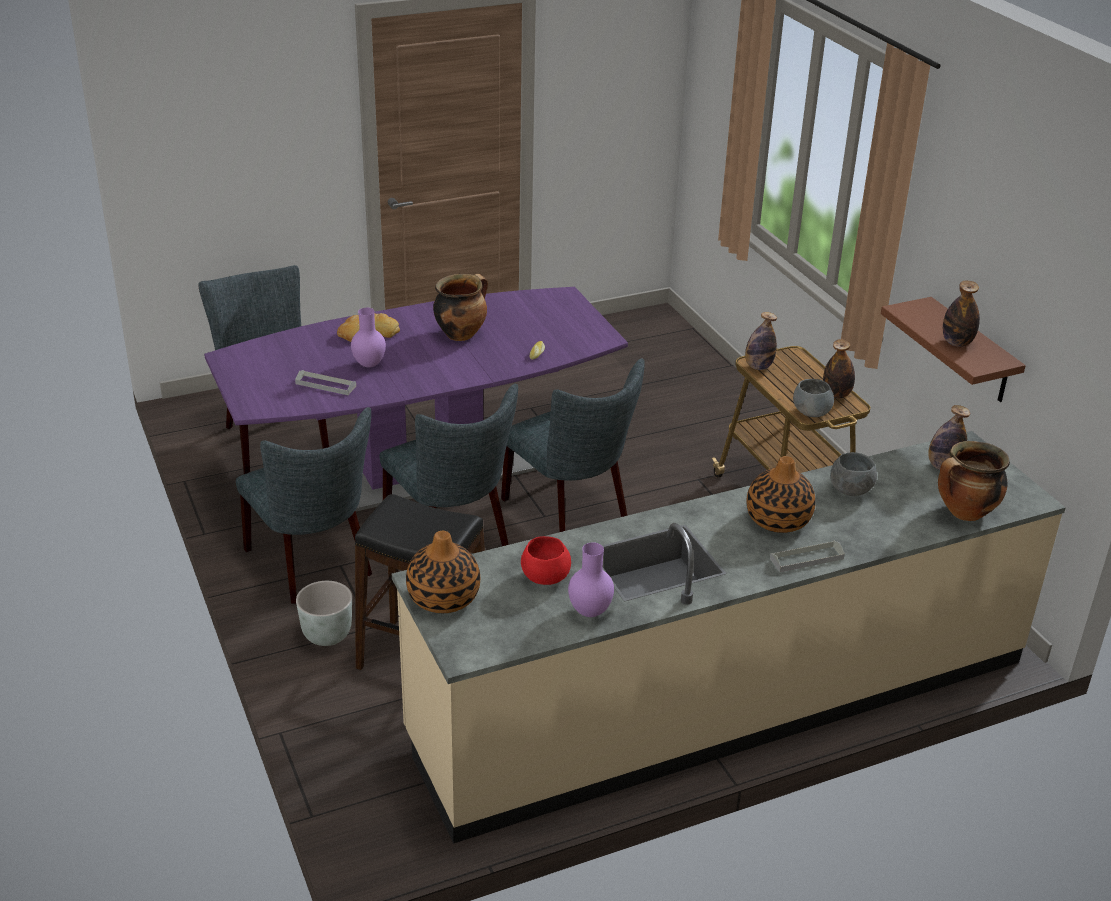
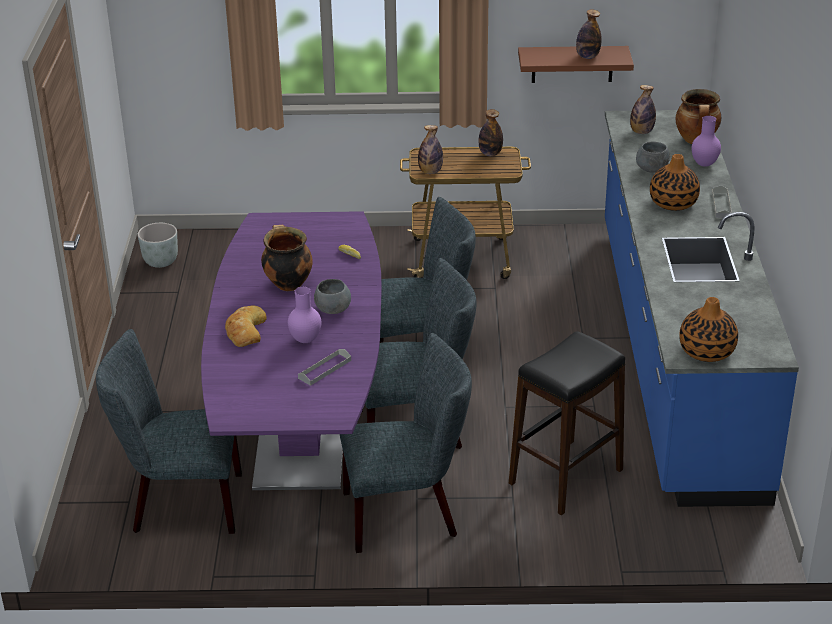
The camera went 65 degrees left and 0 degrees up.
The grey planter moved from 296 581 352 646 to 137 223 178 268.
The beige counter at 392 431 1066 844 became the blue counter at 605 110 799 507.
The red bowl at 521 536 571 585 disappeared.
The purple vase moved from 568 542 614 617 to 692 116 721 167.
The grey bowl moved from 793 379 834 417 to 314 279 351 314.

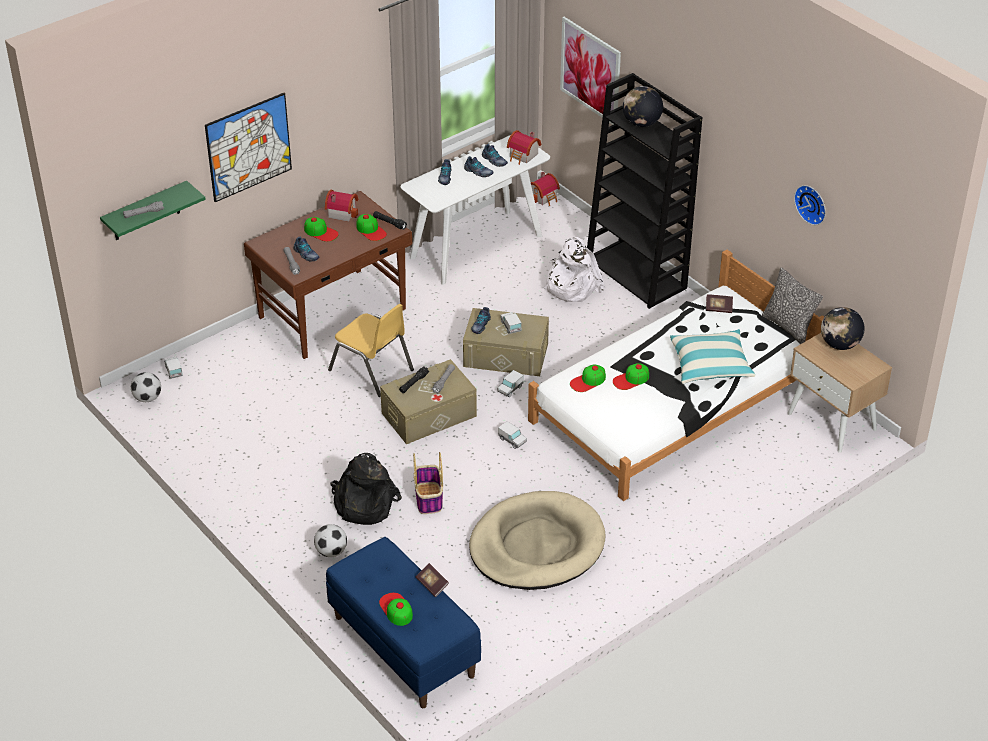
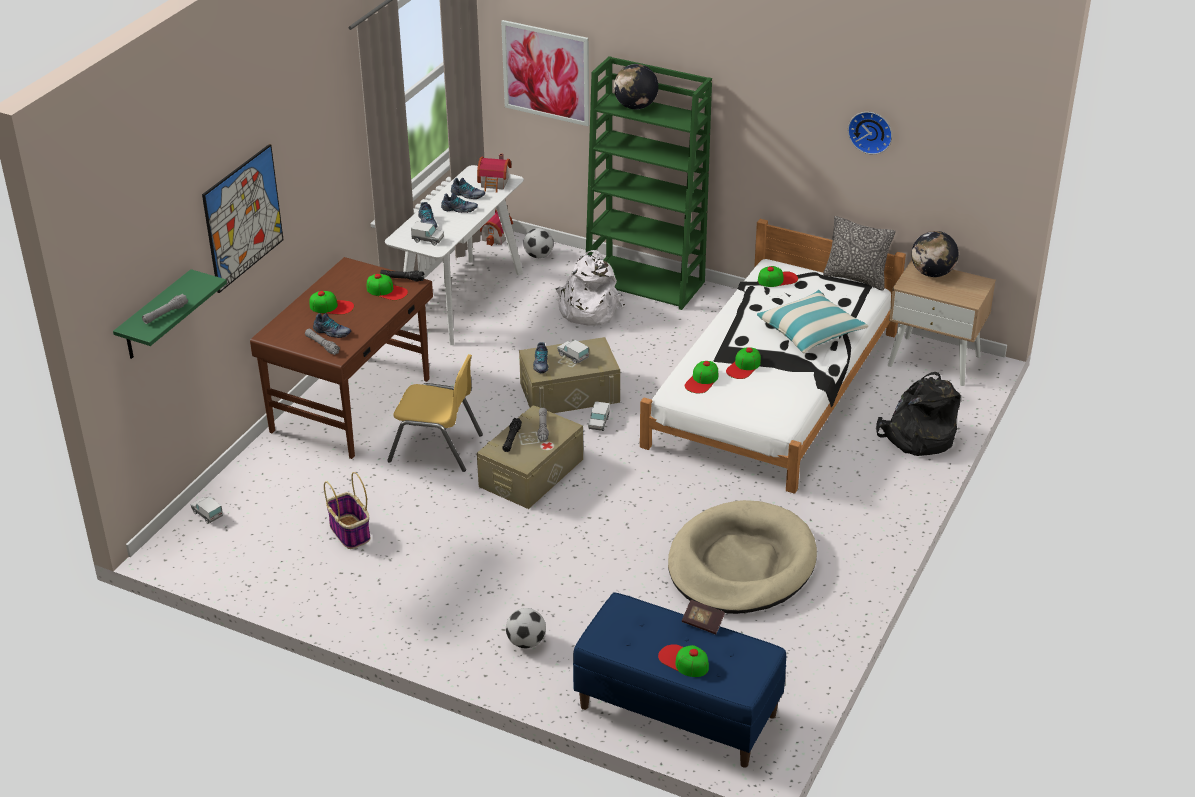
The camera went 25 degrees left and 5 degrees down.
The football moved from 131 372 161 402 to 523 228 554 258.
The toy house at 325 190 358 222 disappeared.
The black backpack moved from 330 453 402 525 to 876 372 961 456.
The basket moved from 413 452 443 514 to 324 472 371 549.
The toy truck moved from 498 421 527 449 to 411 222 444 245.
The black bookcase at 587 73 702 309 became the green bookcase at 586 56 712 310.
The book at 706 294 733 313 was replaced by the cap at 758 266 798 287.

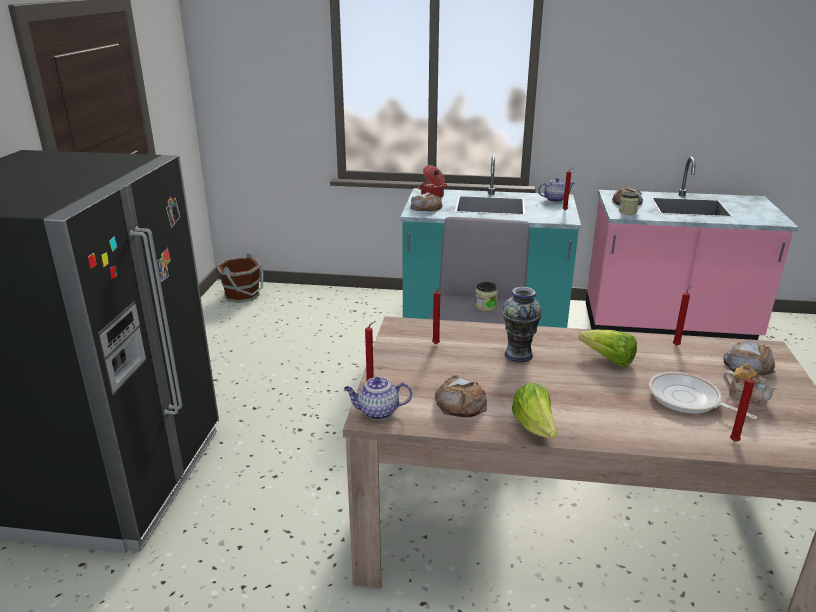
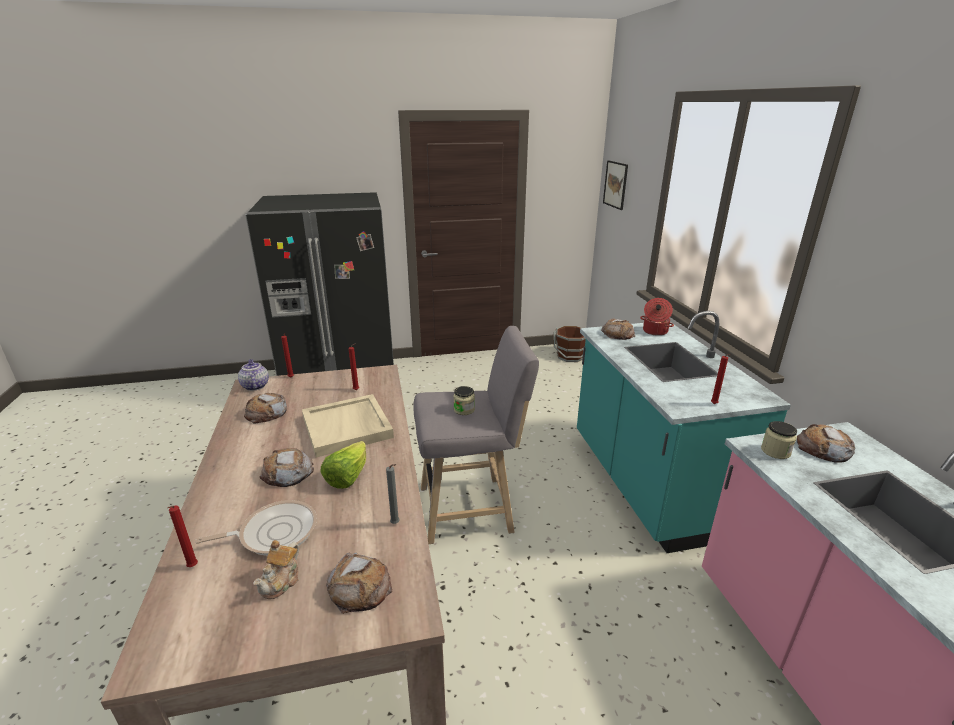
The camera went 70 degrees right and 0 degrees up.
The vase at 502 287 542 362 was replaced by the beige tray at 302 394 394 457.
The lettuce at 512 383 557 438 disappeared.
The teapot at 538 178 574 202 disappeared.
The frying pan at 649 372 757 420 turned 45 degrees clockwise.
The red candle at 673 286 692 346 became the grey candle at 386 464 400 524.
The bread at 260 448 314 487 appeared.
The picture at 603 160 628 210 appeared.

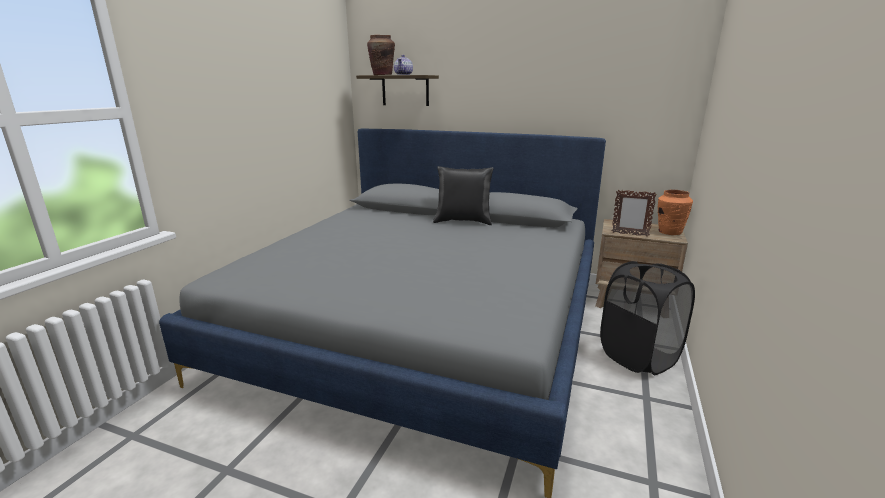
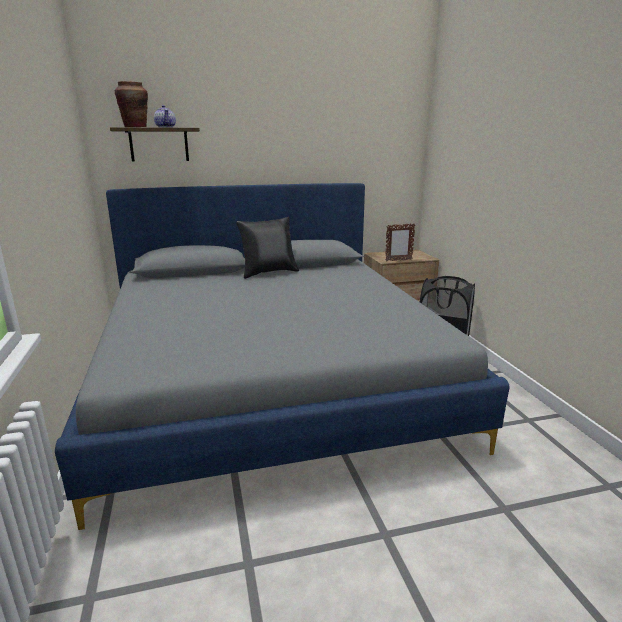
The camera went 35 degrees left and 0 degrees up.
The orange vase at 658 190 693 235 disappeared.

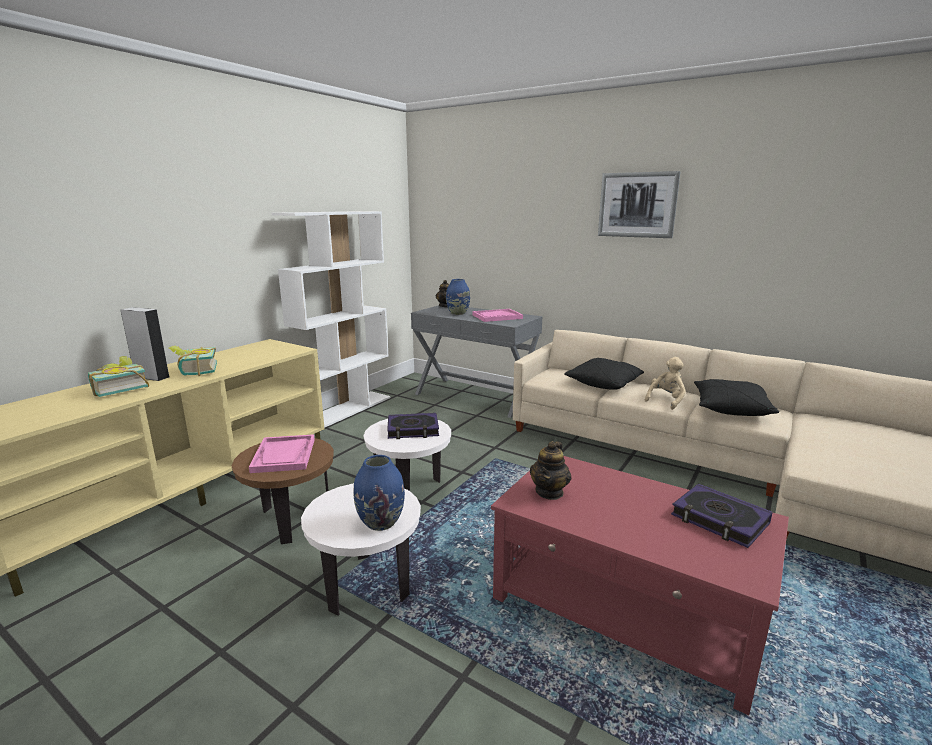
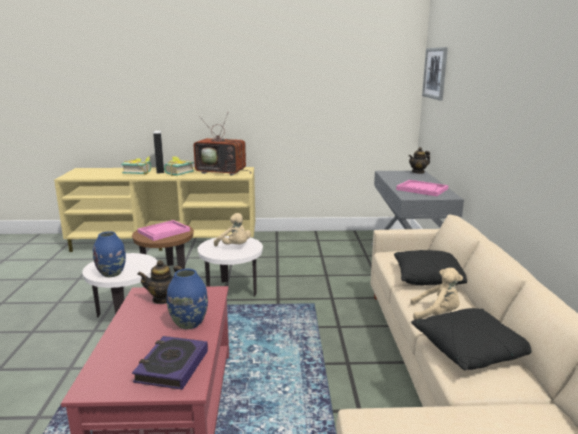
The camera went 55 degrees right and 0 degrees up.
The white bookcase at 272 211 391 428 disappeared.
The book at 387 413 439 439 was replaced by the beige plush toy at 214 213 251 247.
The blue vase moved from 446 279 470 315 to 167 269 208 329.
The picture moved from 598 171 681 238 to 422 47 448 101.
The television at 193 113 252 175 appeared.

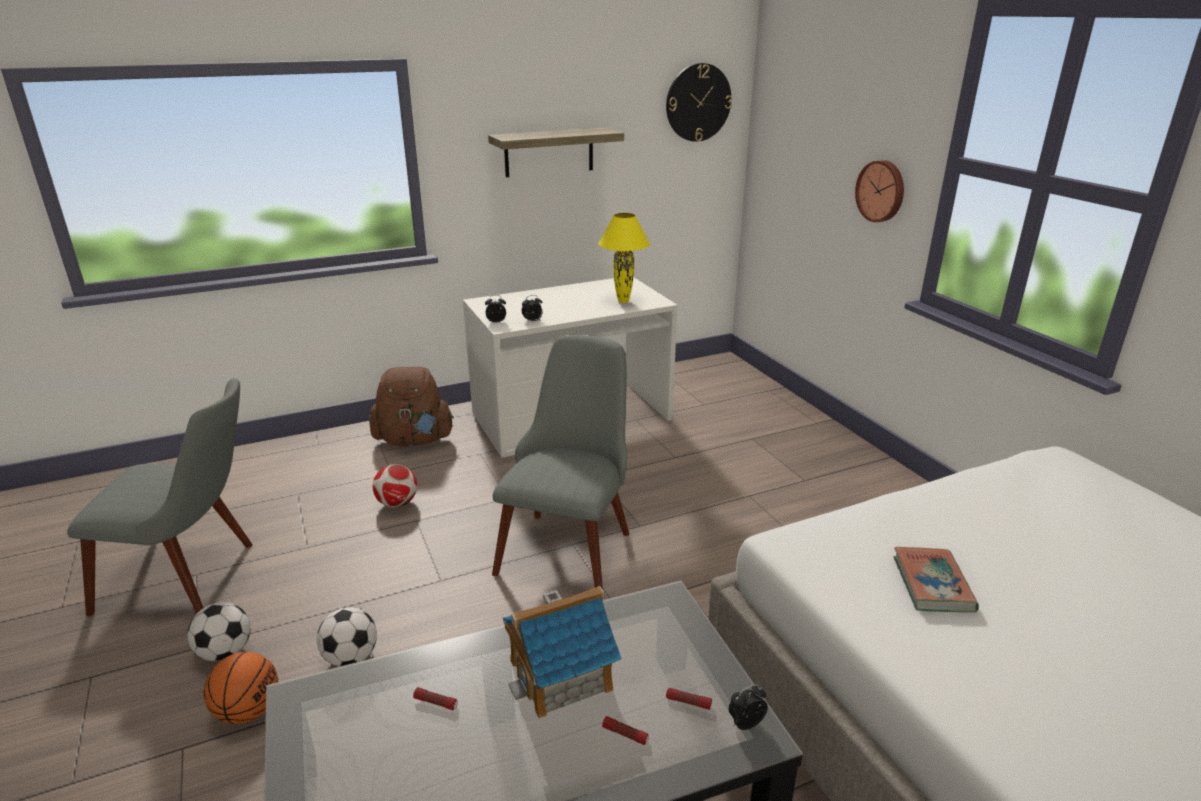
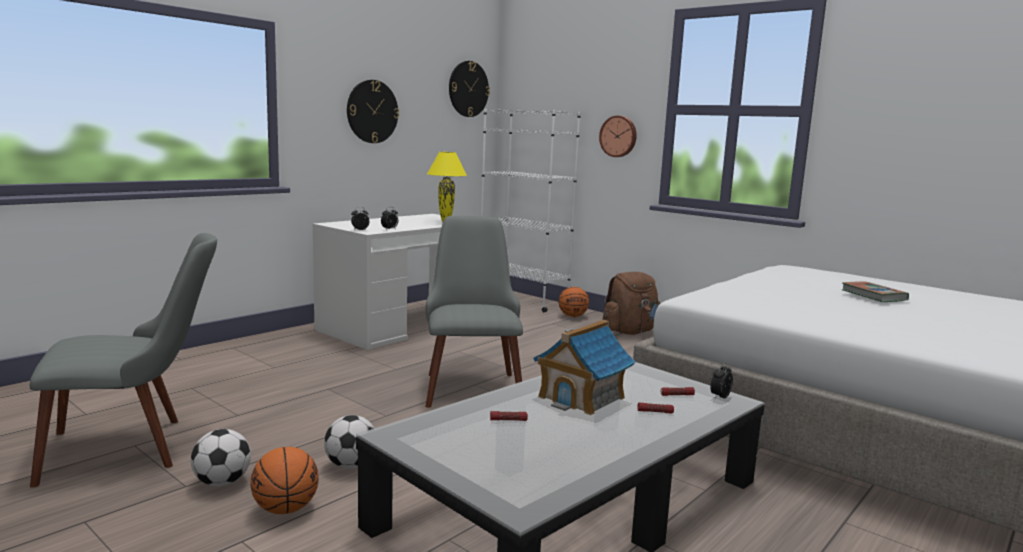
The camera went 25 degrees left and 15 degrees down.
The brown backpack moved from 369 367 454 446 to 602 272 660 335.
The football at 373 464 417 508 disappeared.
The shelf at 488 128 624 177 was replaced by the wall clock at 347 80 399 143.
The book moved from 893 547 979 612 to 842 282 909 302.
The white bookcase at 481 109 581 312 appeared.
The basketball at 559 287 589 317 appeared.

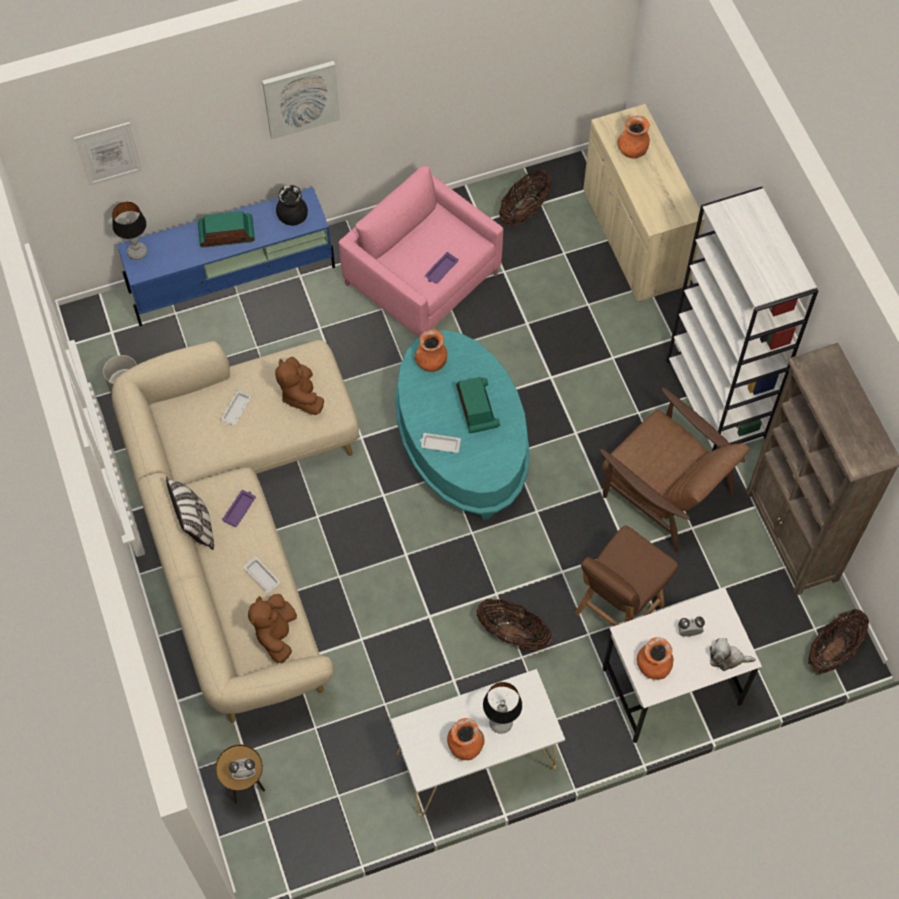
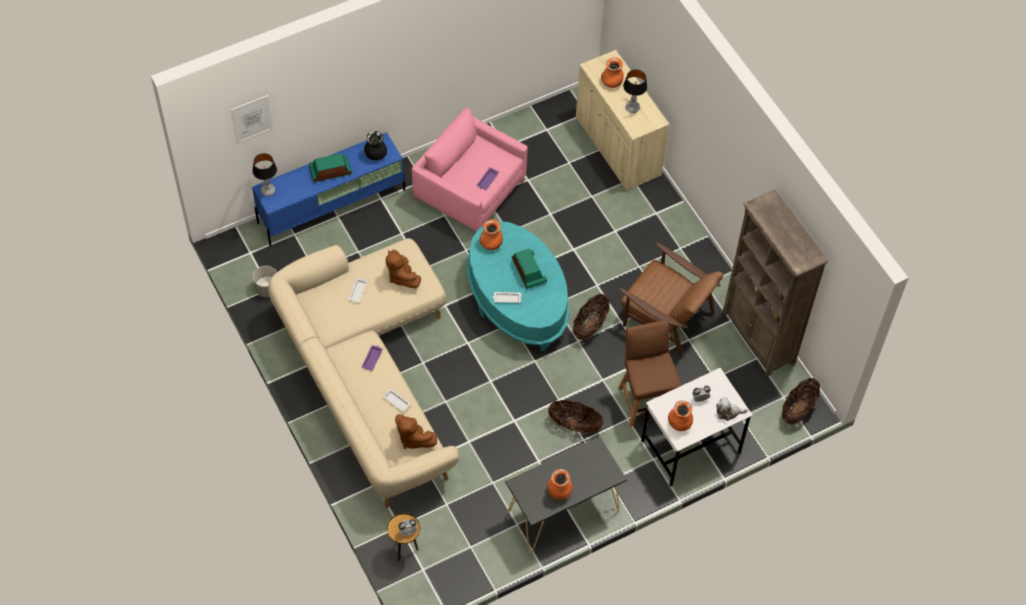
The camera went 10 degrees left and 5 degrees down.
The pillow at 166 476 214 550 disappeared.
The brown plush toy at 248 594 297 663 turned 45 degrees counterclockwise.
The picture at 262 61 340 139 disappeared.
The white console table at 391 669 565 816 became the black console table at 505 437 627 553.
The table lamp moved from 483 682 522 734 to 623 69 647 113.
The basket moved from 499 170 552 226 to 573 294 609 340.
The brown chair at 575 525 678 626 turned 135 degrees clockwise.
The white bookcase at 667 187 818 451 disappeared.

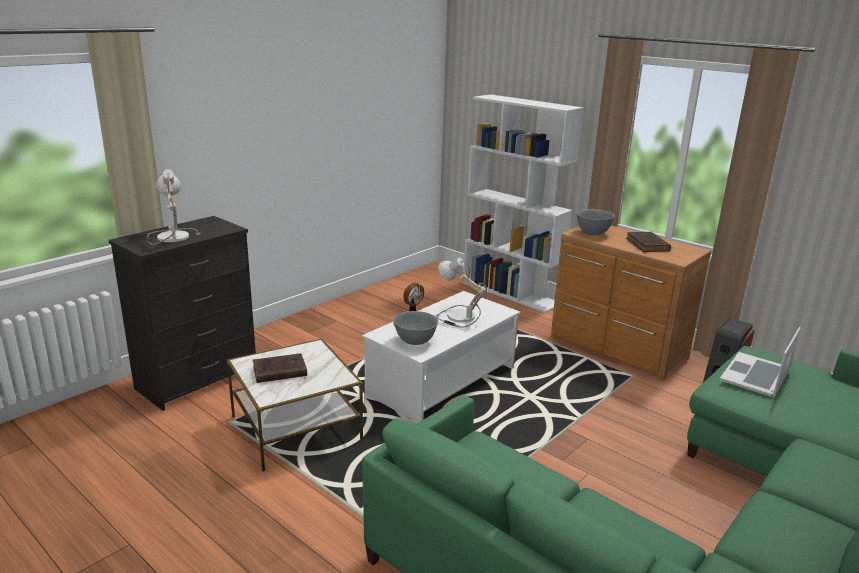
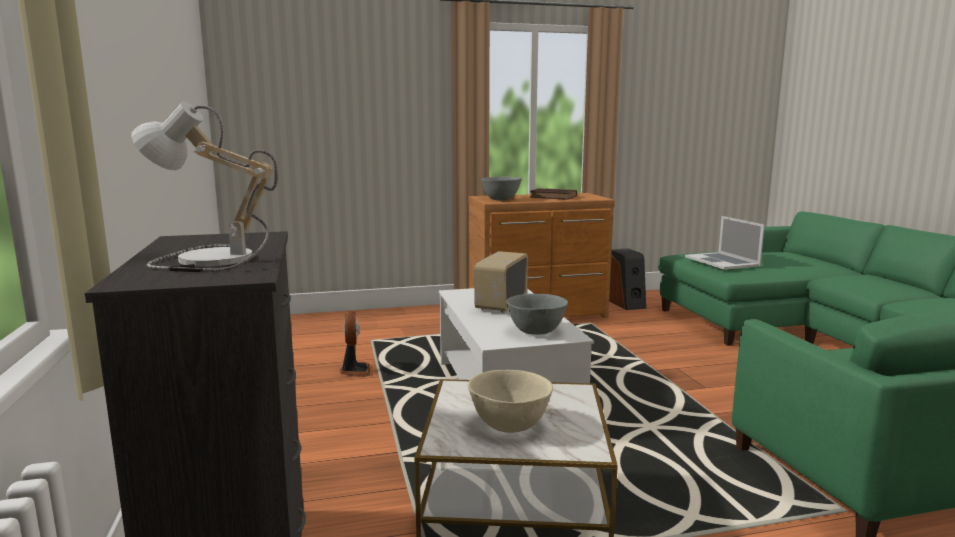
The camera went 55 degrees left and 10 degrees down.
The brown book at 253 353 307 383 was replaced by the beige bowl at 468 370 553 433.
The table lamp at 437 257 487 328 was replaced by the radio at 474 251 528 313.
The white bookcase at 463 95 584 313 disappeared.

